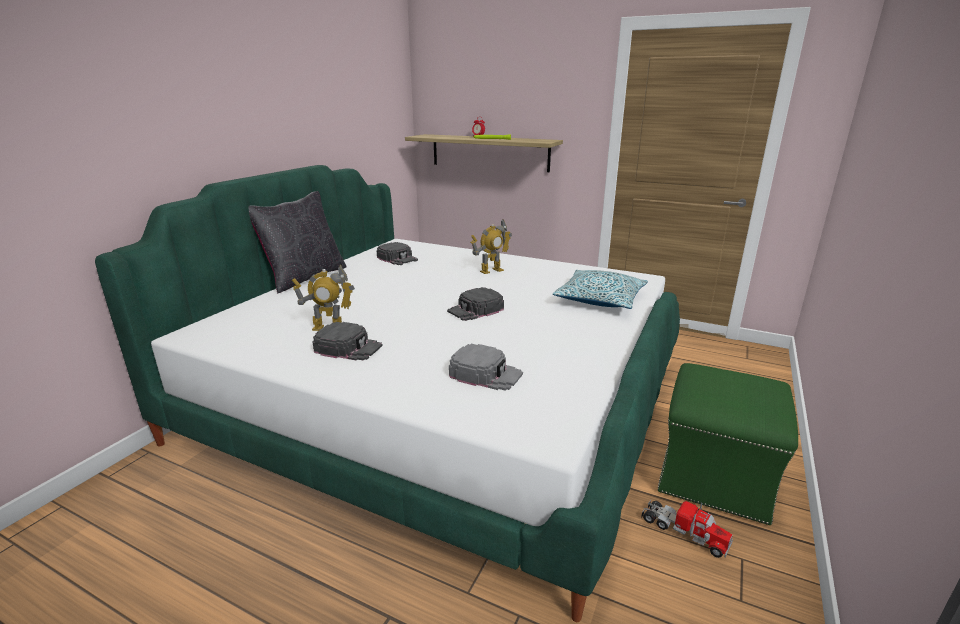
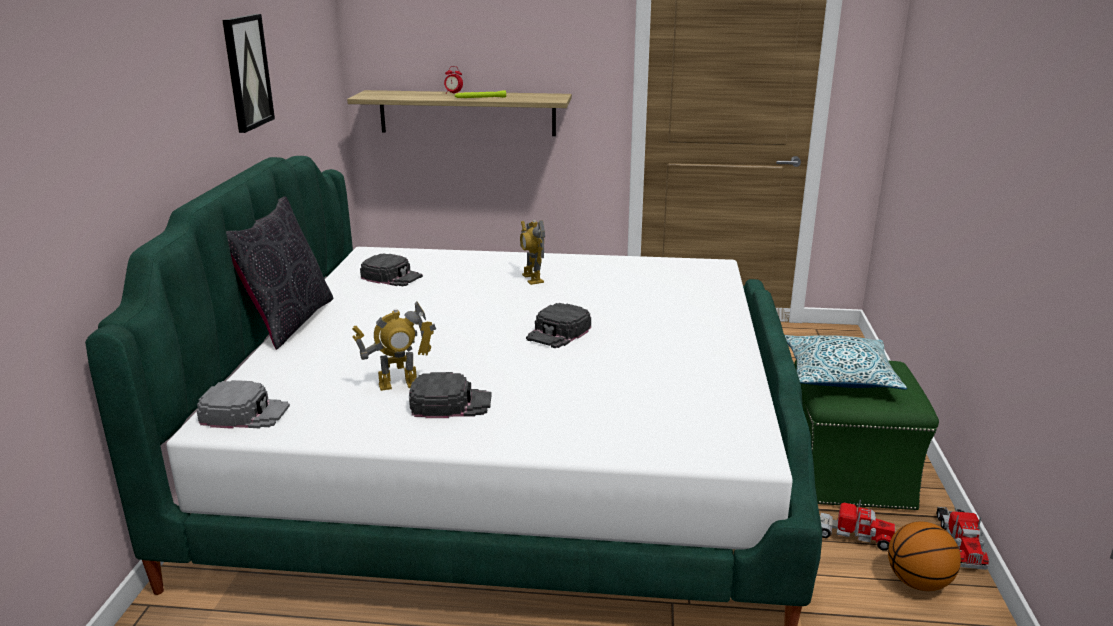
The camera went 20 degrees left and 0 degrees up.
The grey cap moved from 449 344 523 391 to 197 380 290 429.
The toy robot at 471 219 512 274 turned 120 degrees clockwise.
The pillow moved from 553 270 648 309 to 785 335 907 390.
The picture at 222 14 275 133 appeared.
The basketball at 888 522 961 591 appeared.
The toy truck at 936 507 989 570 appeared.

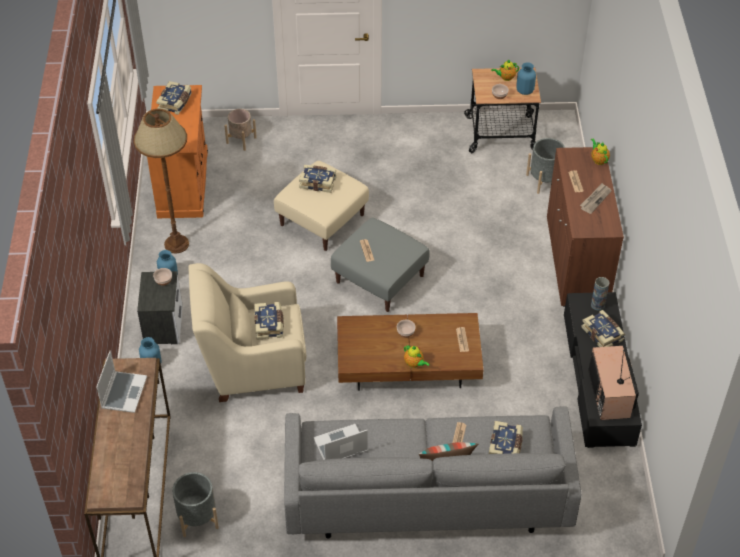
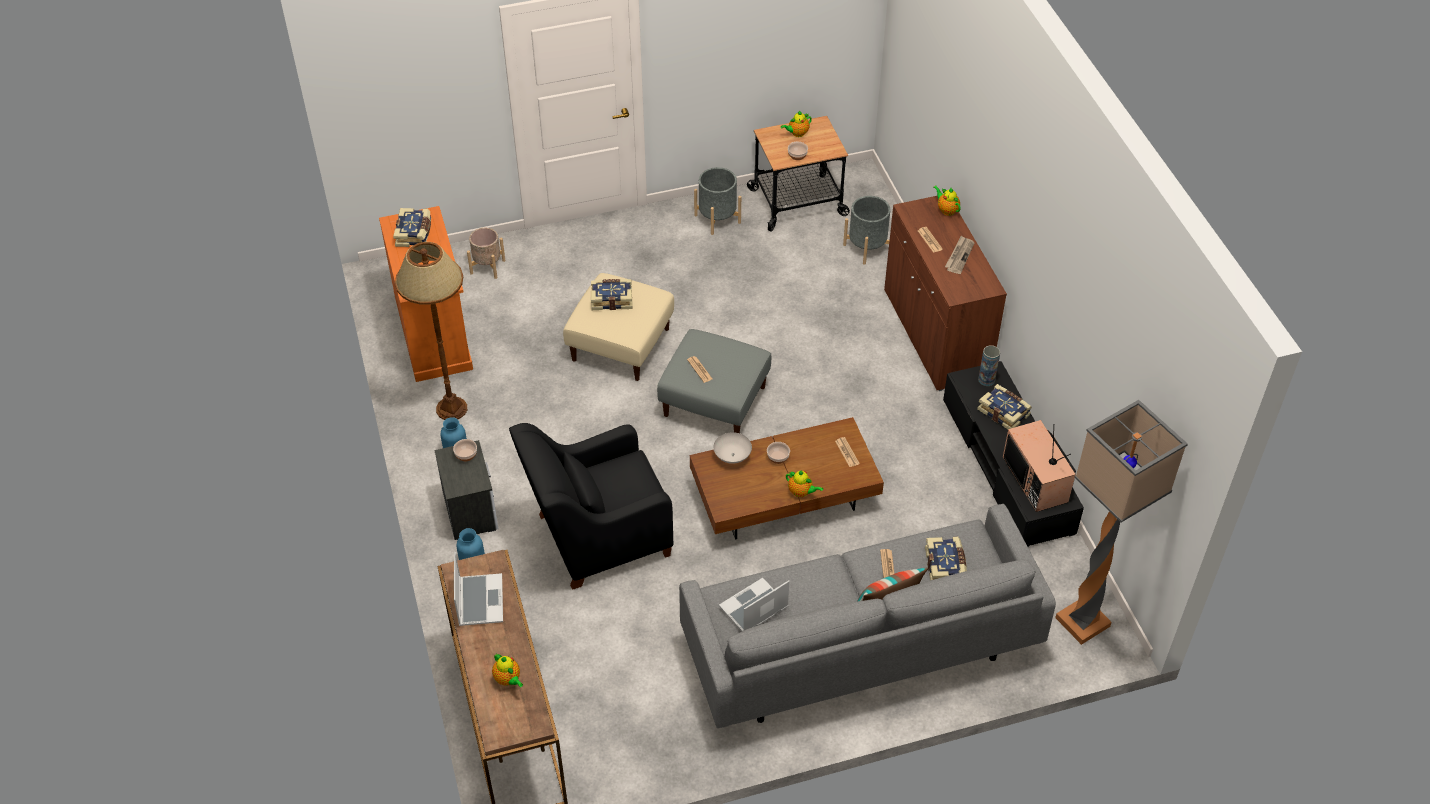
The camera went 15 degrees left and 0 degrees up.
The grey planter moved from 172 472 219 537 to 694 167 741 235.
The beige armchair at 188 263 306 402 became the black armchair at 509 423 673 590.
The book at 254 302 284 340 disappeared.
The blue vase at 516 63 536 95 disappeared.
The teapot at 492 654 523 687 appeared.
The white bowl at 713 432 752 464 appeared.
The floor lamp at 1055 400 1188 645 appeared.

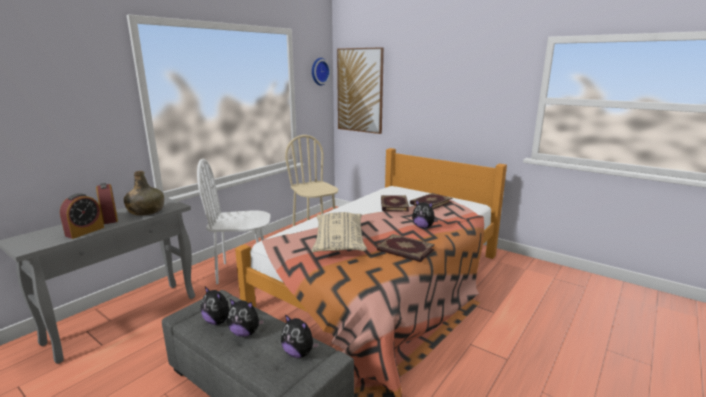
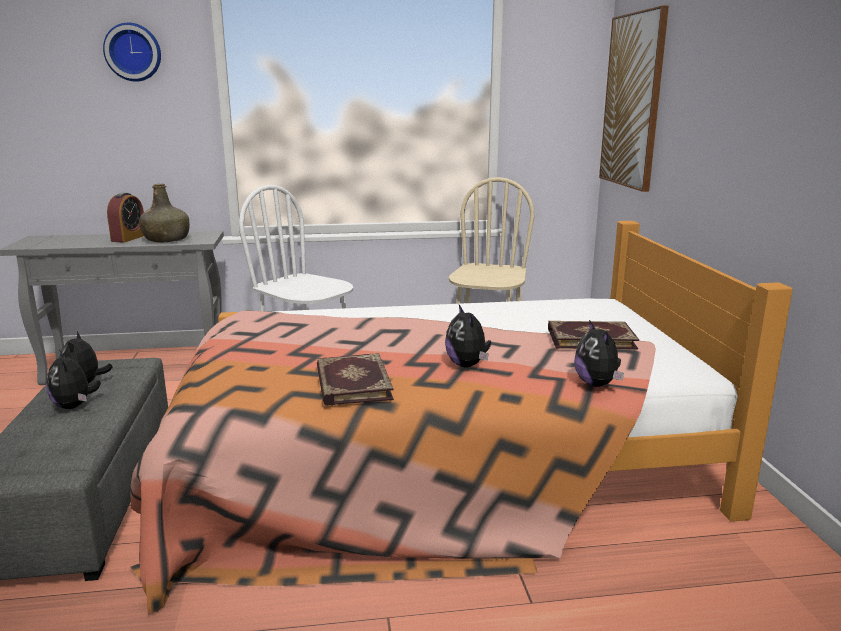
The camera went 45 degrees right and 0 degrees up.
The alarm clock at 60 193 104 239 disappeared.
The plush toy moved from 281 314 319 358 to 574 320 624 387.
The wall clock moved from 312 58 331 86 to 103 23 161 82.
The beige pillow at 312 212 367 252 disappeared.
The book at 381 195 409 212 disappeared.

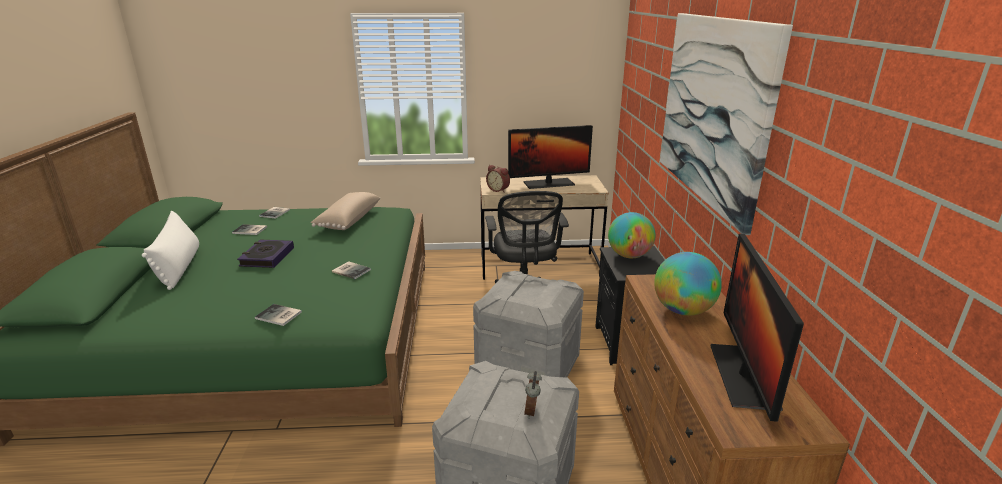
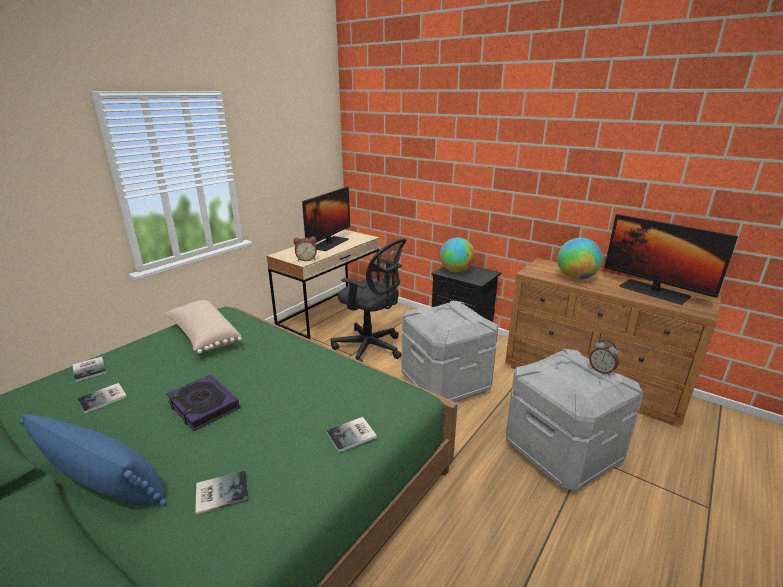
The camera went 50 degrees left and 0 degrees up.
The white pillow at 142 211 199 290 became the blue pillow at 19 414 167 506.
The book moved from 332 261 371 279 to 195 470 249 515.
The picture at 660 13 793 235 disappeared.

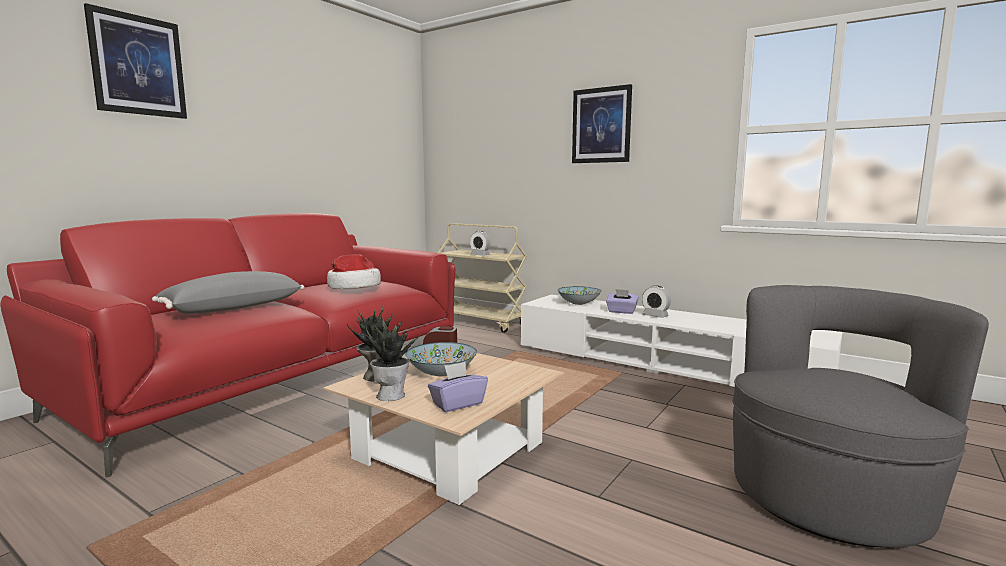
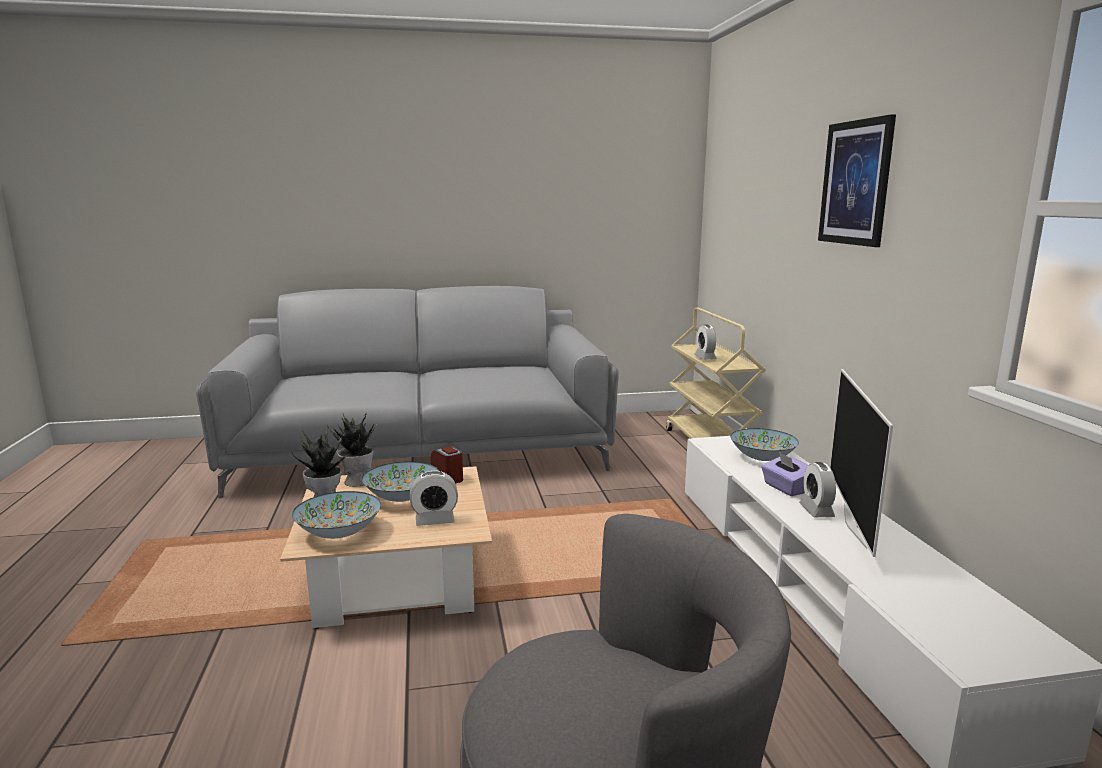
The camera went 45 degrees right and 5 degrees up.
The red sofa at 0 213 455 477 became the grey sofa at 196 286 619 498.
The picture at 84 3 187 119 disappeared.
The grey pillow at 152 271 305 314 disappeared.
The hat at 327 254 381 289 disappeared.
The purple tissue box at 428 362 488 412 was replaced by the bowl at 292 491 381 539.
The alarm clock at 410 471 458 526 appeared.
The television at 830 369 893 557 appeared.

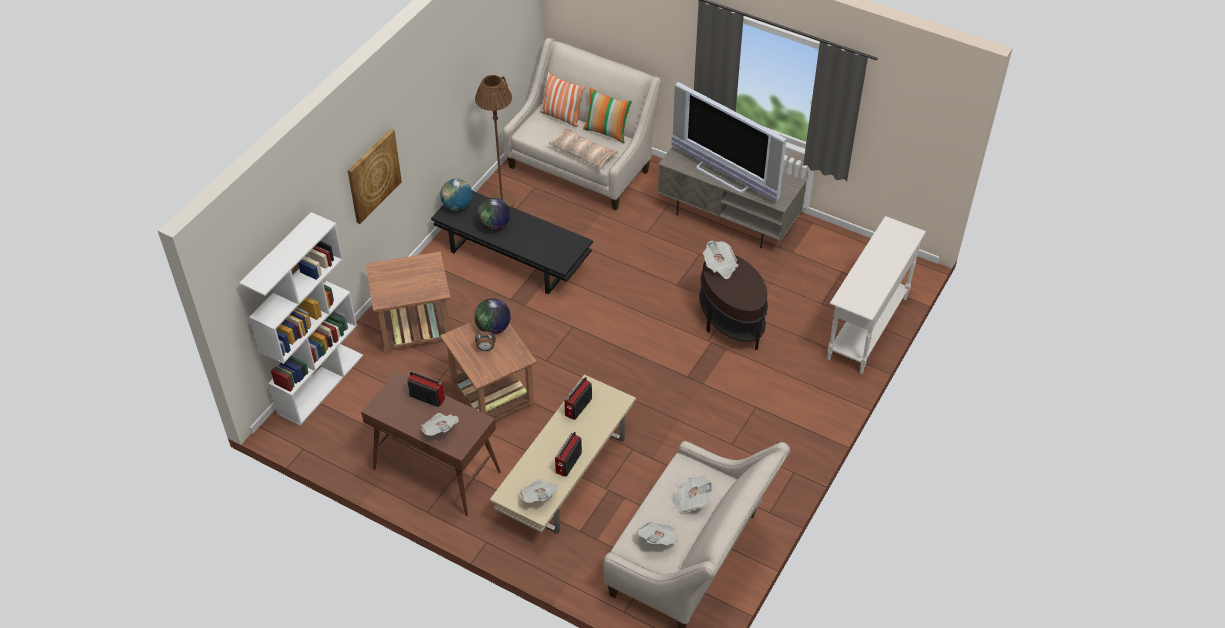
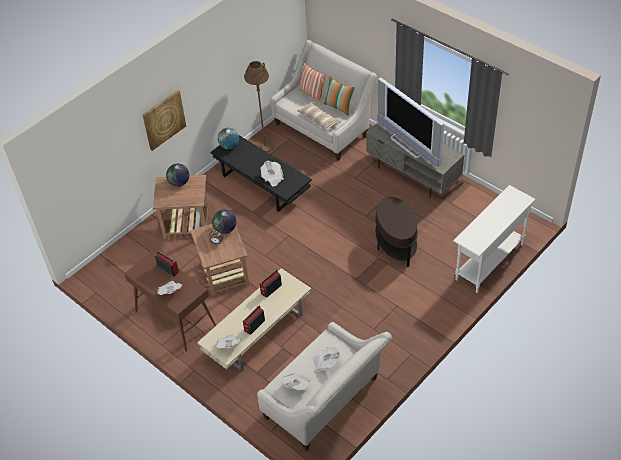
The camera went 15 degrees right and 0 degrees up.
The white bookcase at 239 212 363 426 disappeared.
The globe moved from 477 198 510 231 to 166 164 189 187.
The newspaper moved from 703 240 739 279 to 260 161 284 187.

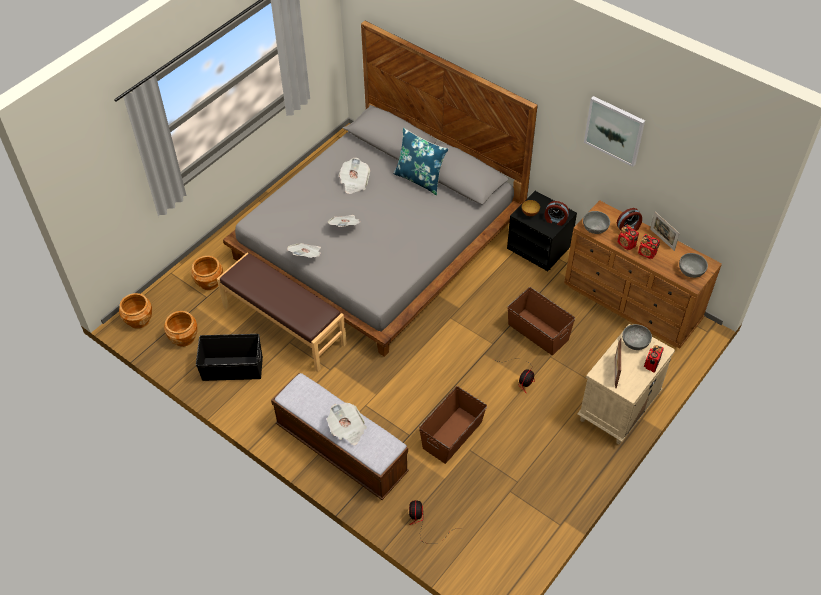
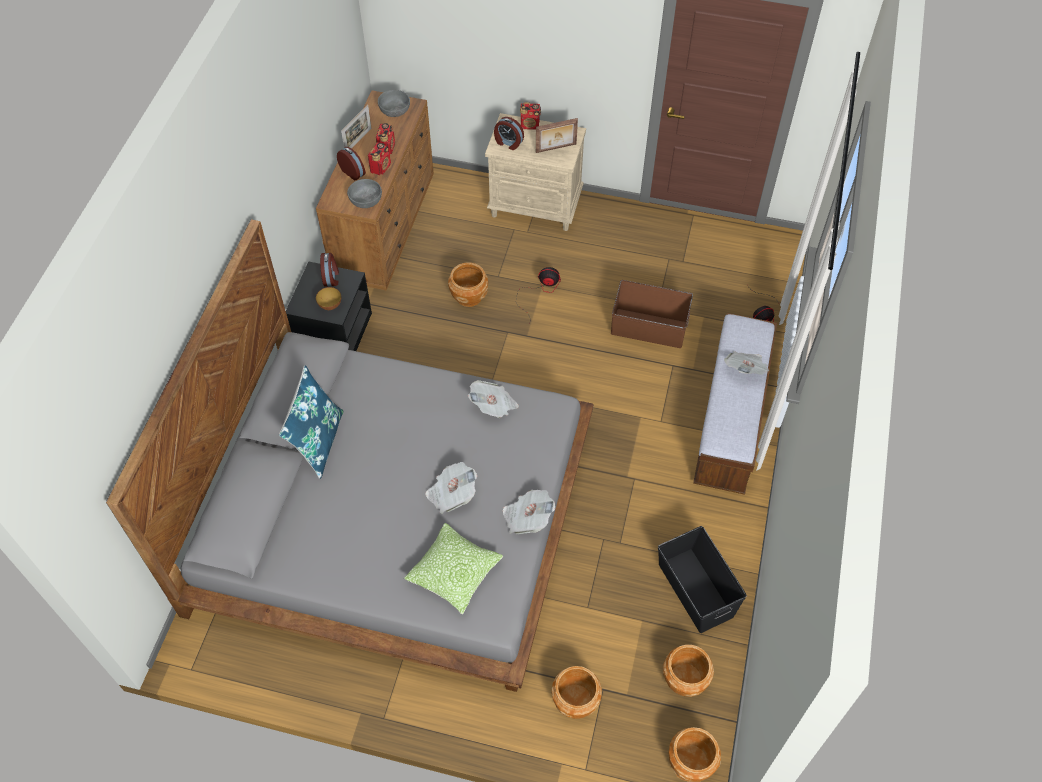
The camera went 115 degrees left and 5 degrees up.
The brown bench at 217 253 347 372 disappeared.
The newspaper moved from 339 158 370 194 to 468 380 519 418.
The brown storage box at 507 287 575 355 was replaced by the brown planter at 448 262 488 307.
The picture at 584 96 645 167 disappeared.
The grey bowl at 622 324 652 350 was replaced by the alarm clock at 494 117 524 150.
The pillow at 404 523 503 615 appeared.

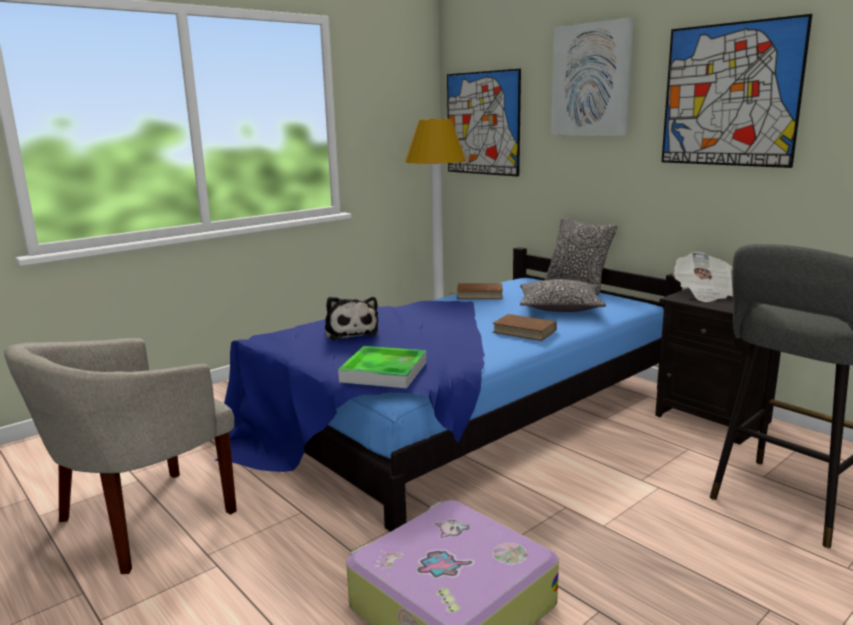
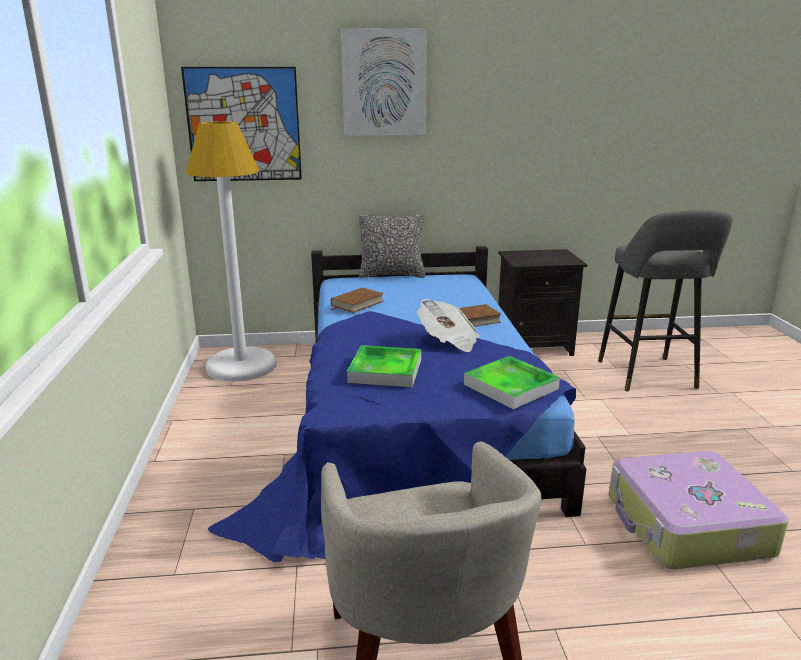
The camera went 55 degrees left and 5 degrees up.
The plush toy at 325 297 379 340 was replaced by the tray at 347 345 421 387.
The pillow at 520 279 606 312 disappeared.
The picture at 661 14 812 168 disappeared.
The newspaper moved from 673 252 733 302 to 417 299 480 352.

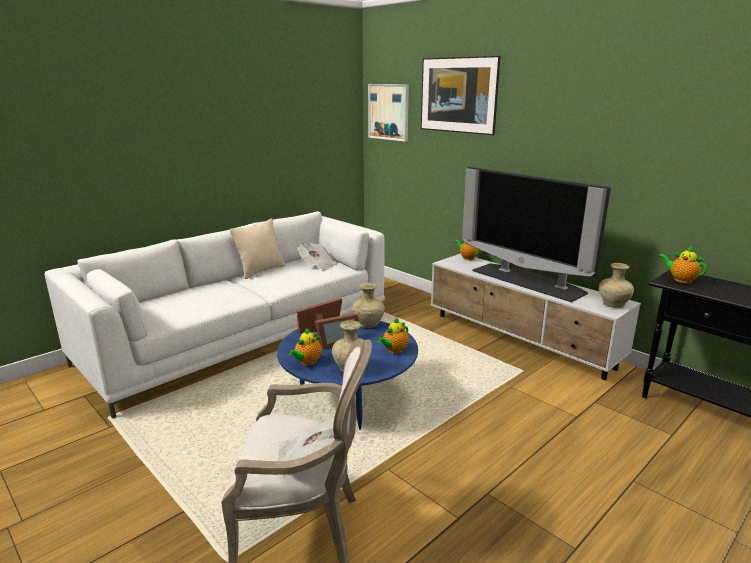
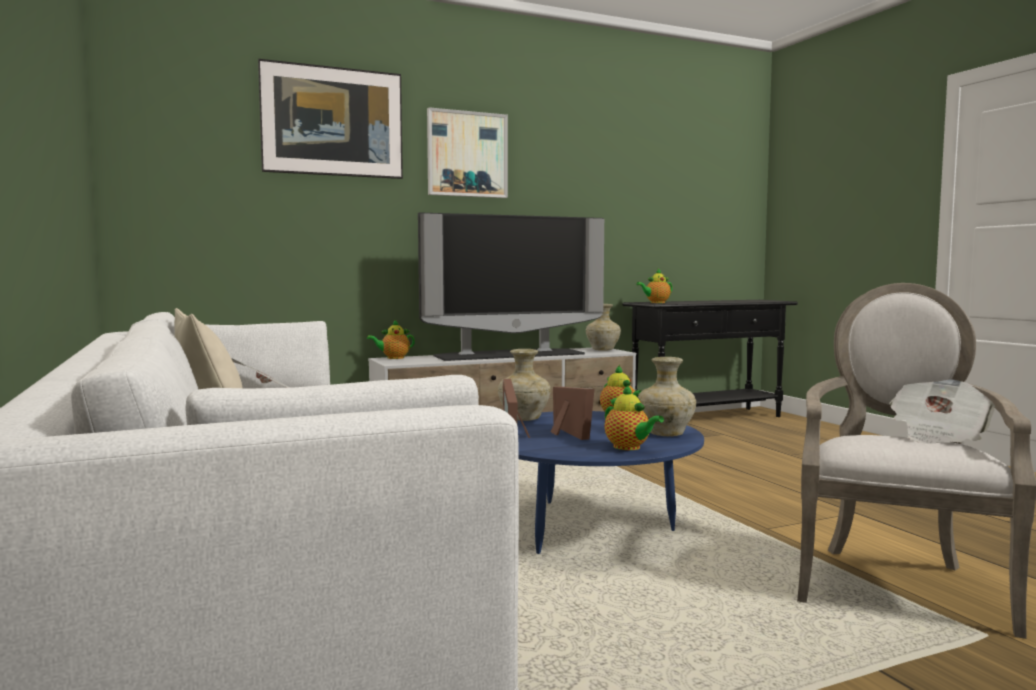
The camera went 70 degrees left and 15 degrees down.
The picture moved from 368 84 409 142 to 427 107 508 198.

